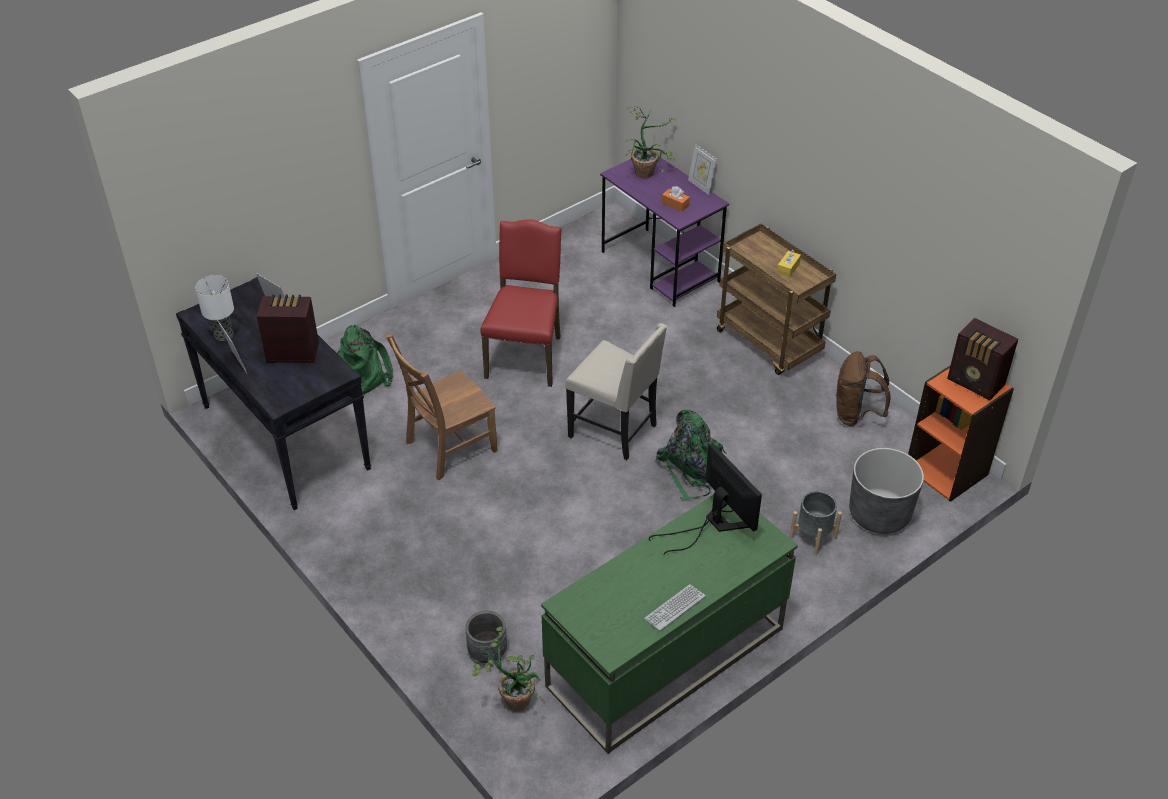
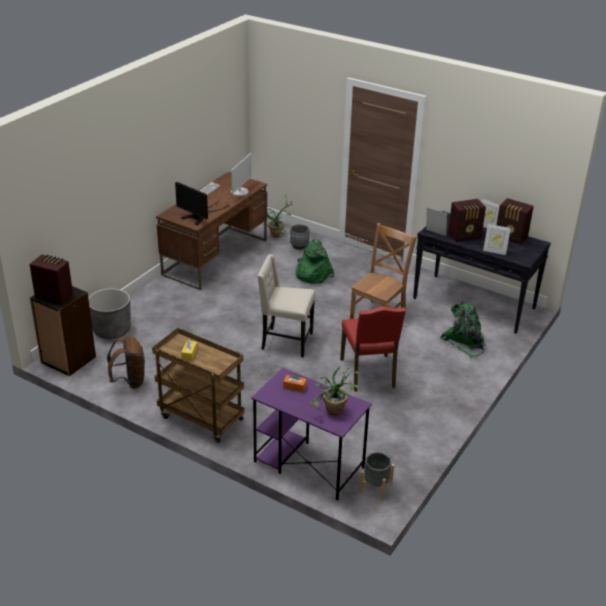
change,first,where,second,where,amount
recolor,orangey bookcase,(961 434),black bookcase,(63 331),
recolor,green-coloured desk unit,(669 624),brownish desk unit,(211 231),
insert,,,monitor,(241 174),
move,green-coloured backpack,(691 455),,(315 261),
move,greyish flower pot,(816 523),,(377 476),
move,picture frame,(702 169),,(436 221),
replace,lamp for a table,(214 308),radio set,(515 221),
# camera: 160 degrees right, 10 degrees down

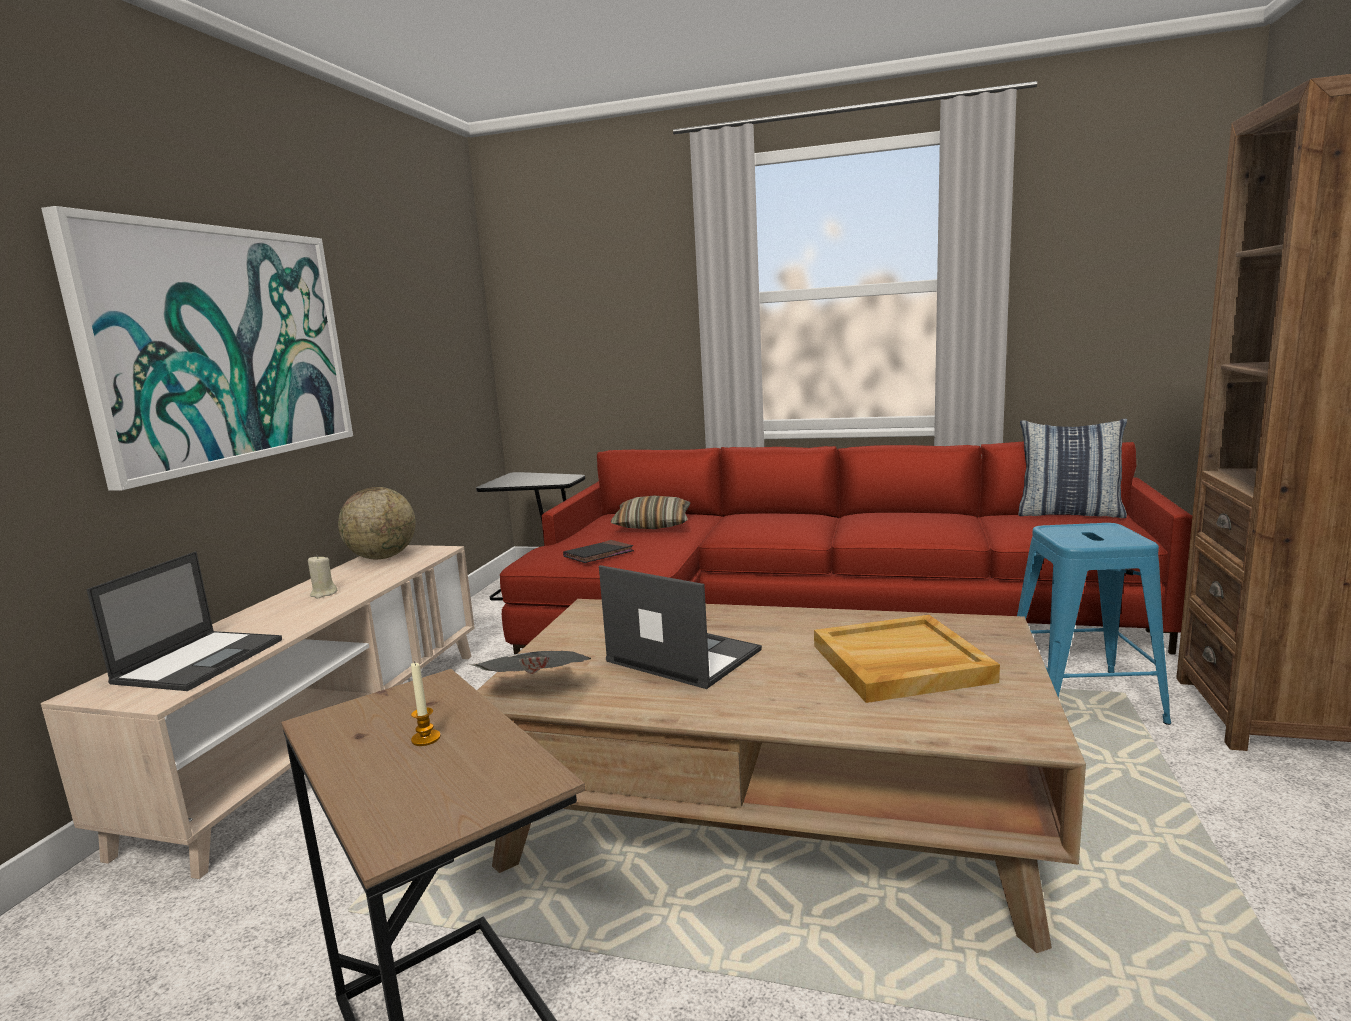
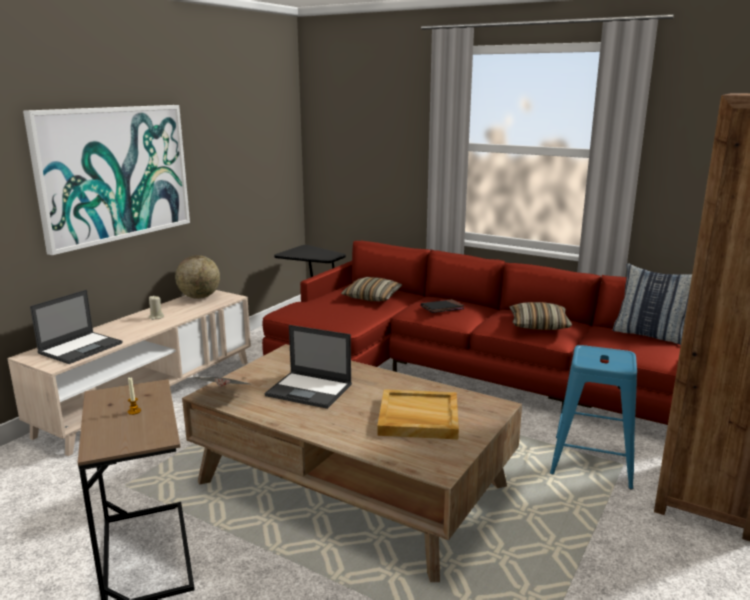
change,first,where,second,where,amount
rotate,notebook computer,(680 627),,(308 367),150 degrees clockwise
move,black bound book,(598 551),,(442 306),
insert,,,cushion,(541 316),
# camera: 15 degrees right, 5 degrees up

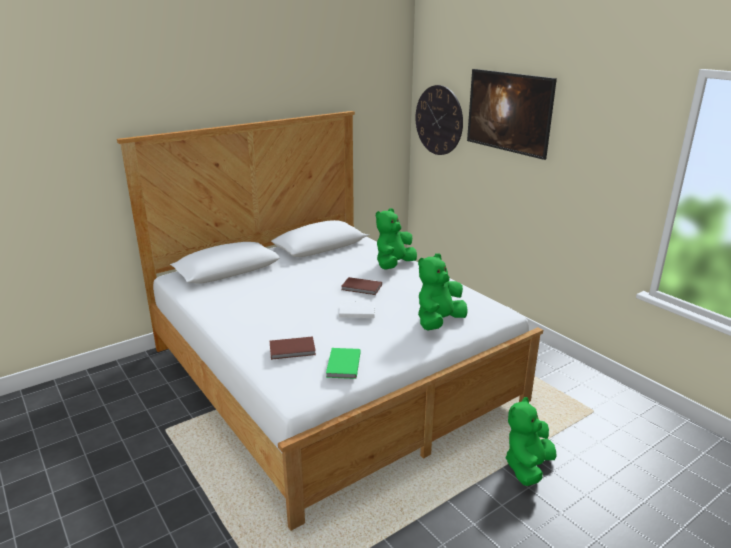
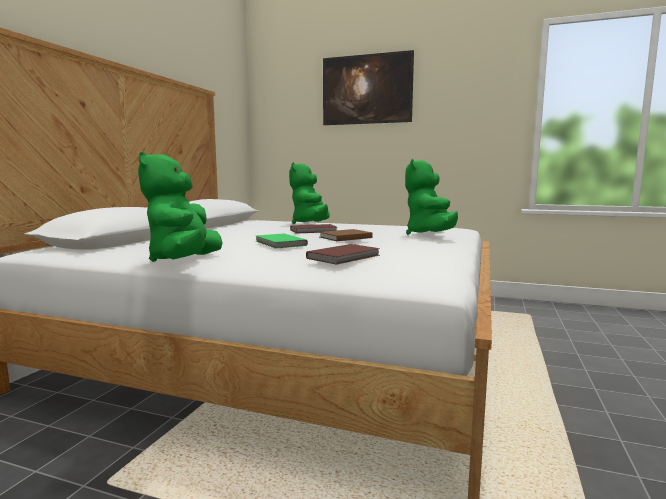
change,first,where,second,where,amount
move,green-coloured cuddly toy,(531 441),,(180 207),
move,green-coloured bound book,(343 363),,(282 241),
recolor,whitish bound book,(357 309),brownish bound book,(346 235),
delete,wall clock,(439 120),,,
# camera: 35 degrees left, 15 degrees down

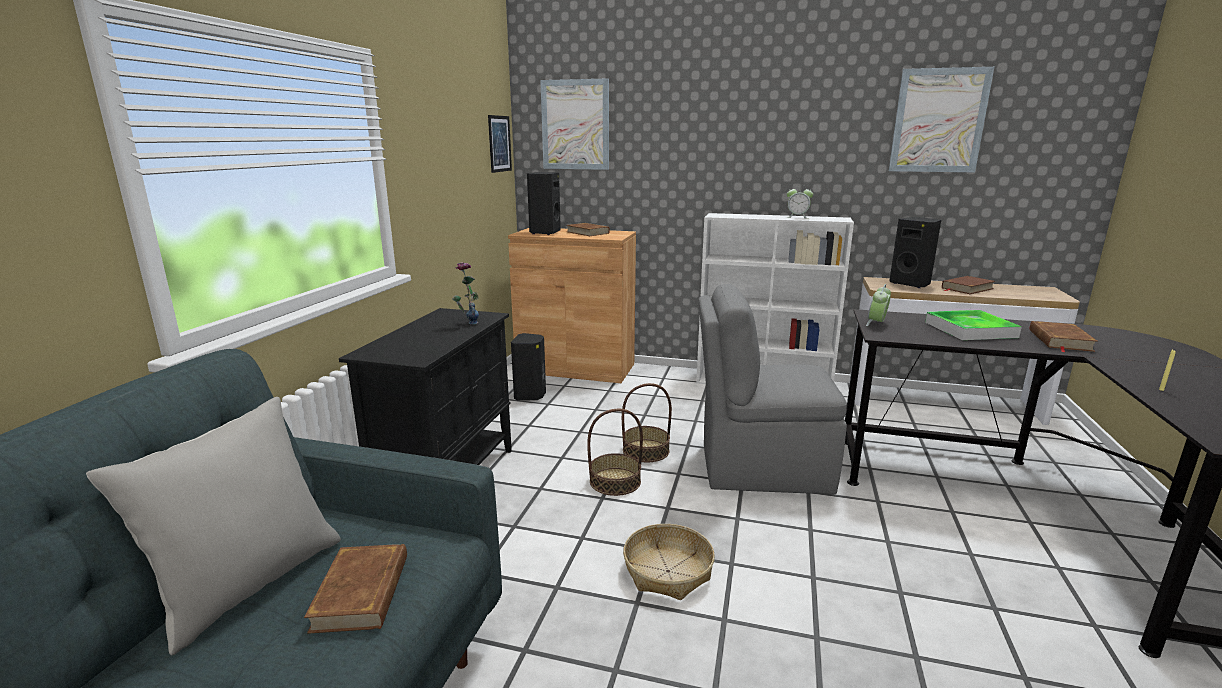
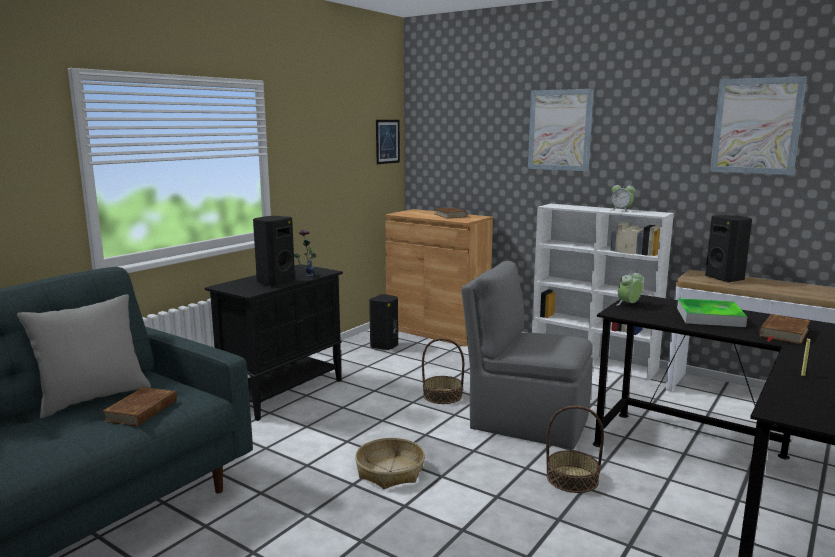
change,first,where,second,where,amount
move,black audio speaker,(544 203),,(274 251),
move,wall art,(574 124),,(561 130),
move,household basket,(615 452),,(575 449),
delete,brownish bound book,(968 285),,,
# camera: 20 degrees right, 5 degrees down

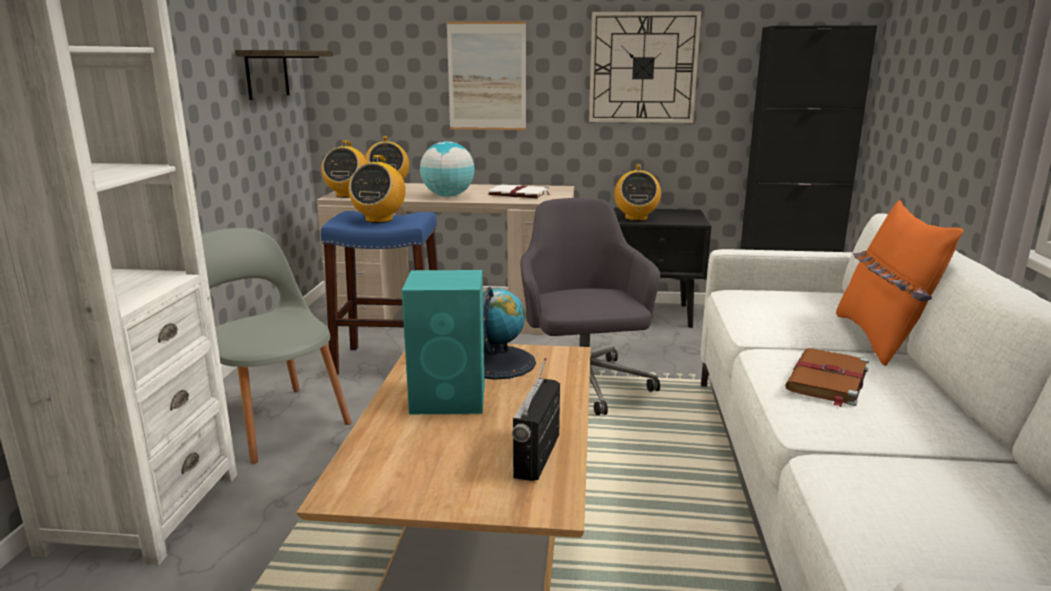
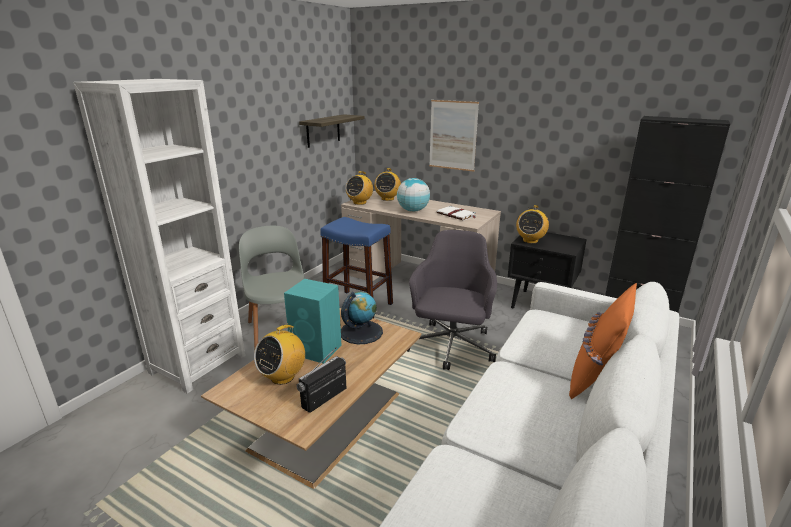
change,first,where,second,where,amount
move,radio set,(377 189),,(279 354),
delete,wall clock,(645 67),,,
delete,brownish bound book,(827 377),,,
# camera: 25 degrees right, 5 degrees up

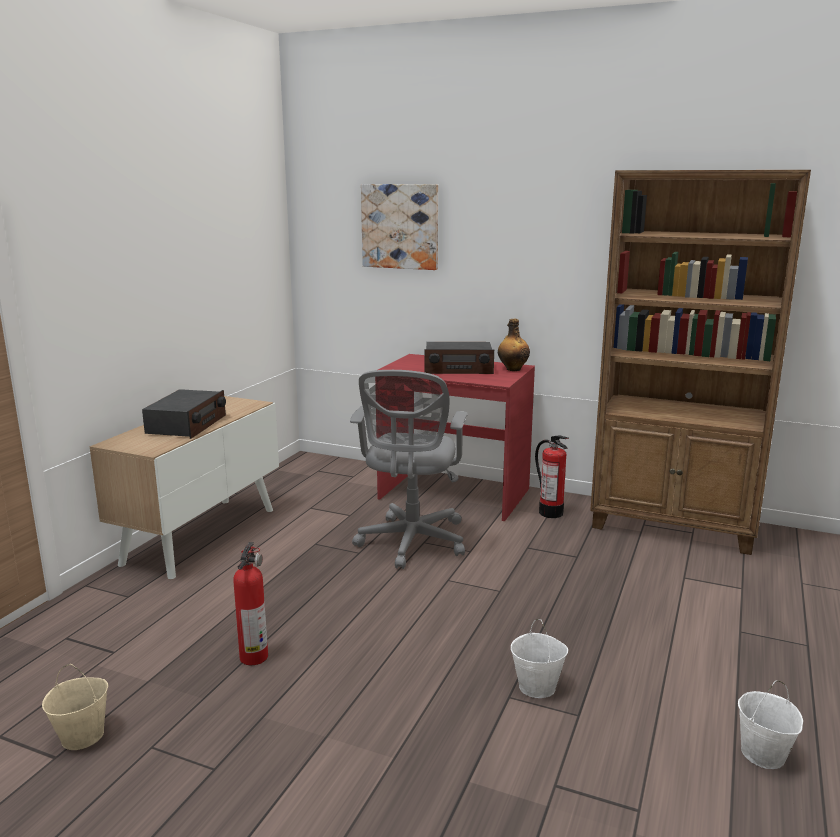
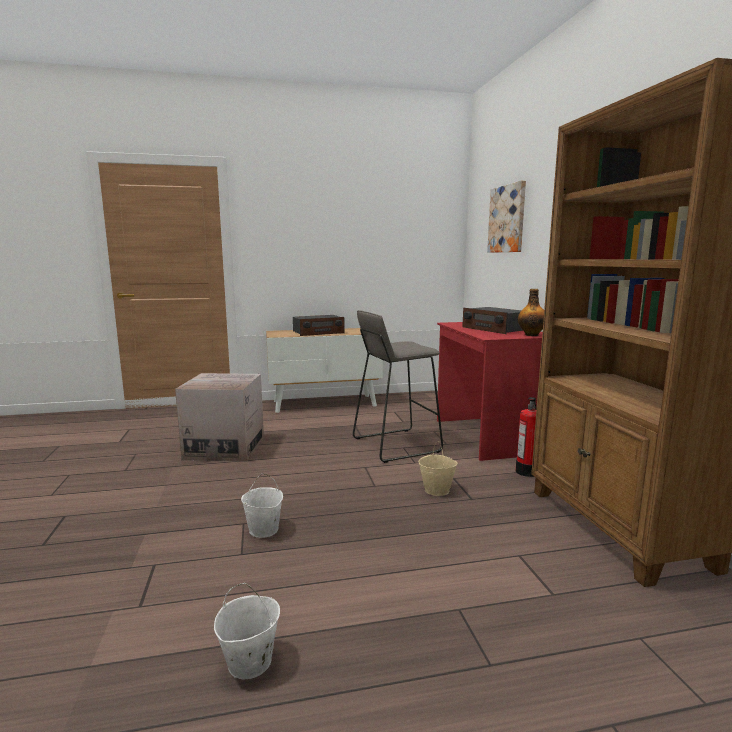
change,first,where,second,where,amount
replace,extinguisher,(250 603),packing box,(219 417),
replace,greyish office chair,(409 469),greyish stool seat,(398 386),
move,sand-coloured water bucket,(75 707),,(438 468),
# camera: 55 degrees right, 5 degrees down

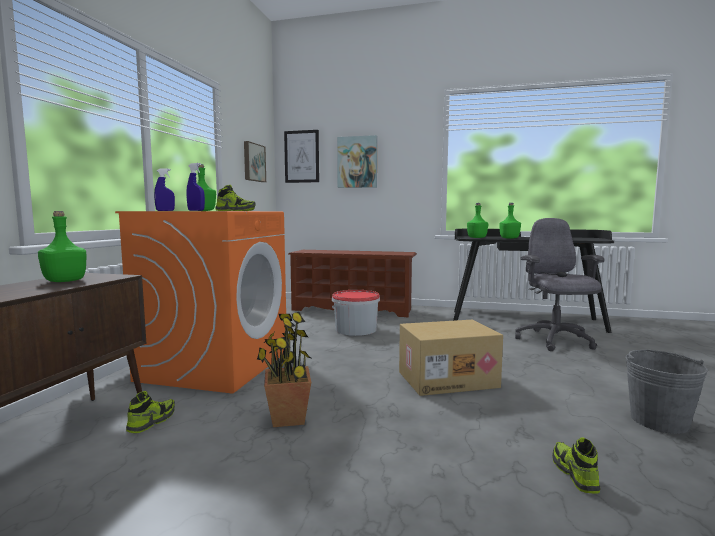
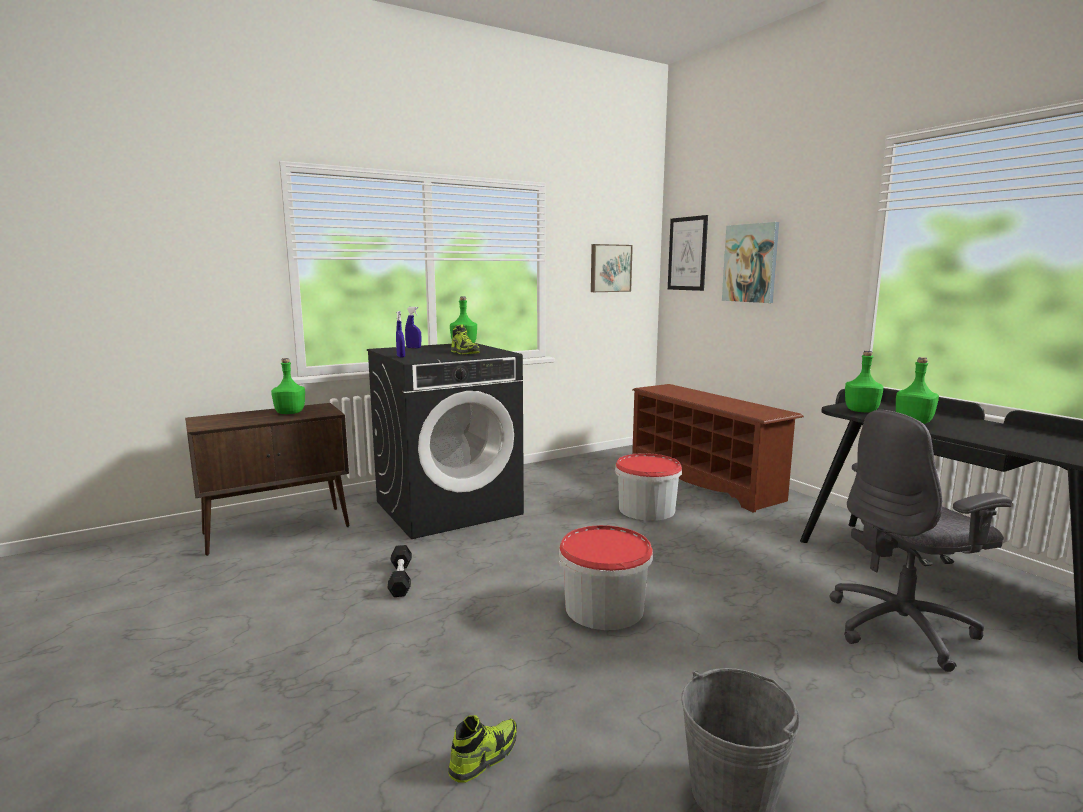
change,first,where,second,where,amount
recolor,orangey laundry machine,(200 302),black laundry machine,(445 441),
replace,plant in a pot,(284 369),black hand weight,(399 571),
replace,packing box,(451 357),water bucket,(606 577),
rotate,greyish office chair,(559 284),,(920 541),150 degrees counterclockwise
delete,low shoe,(150 412),,,
# camera: 45 degrees right, 5 degrees up

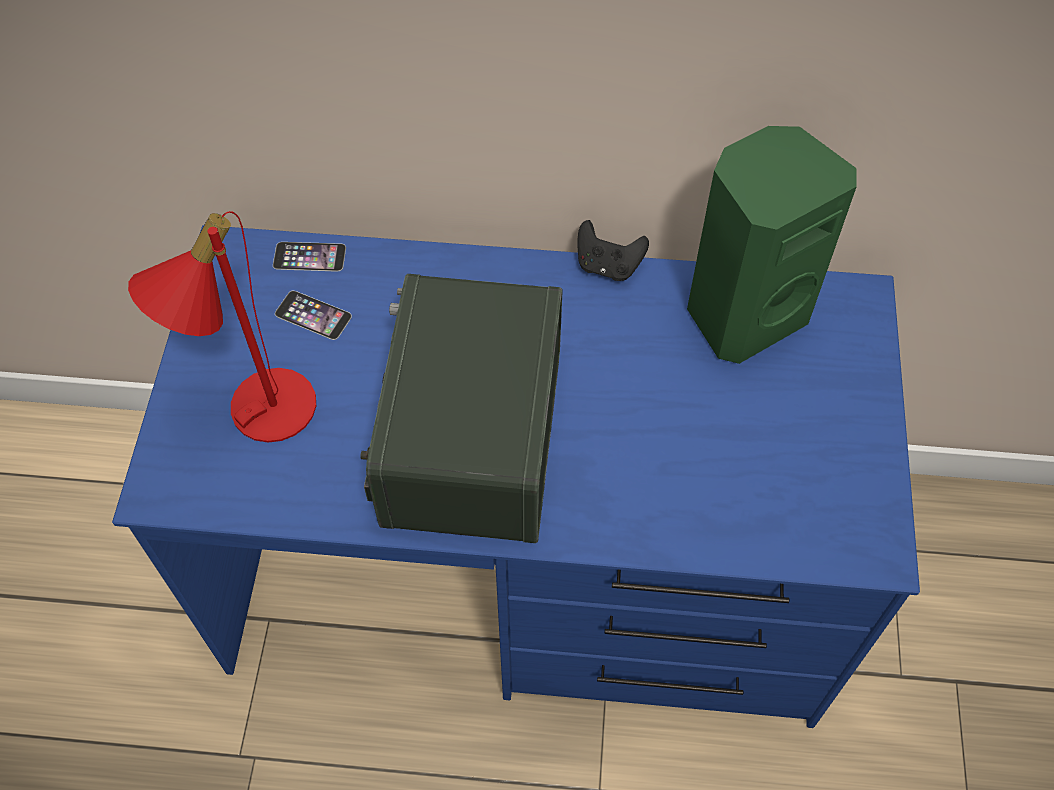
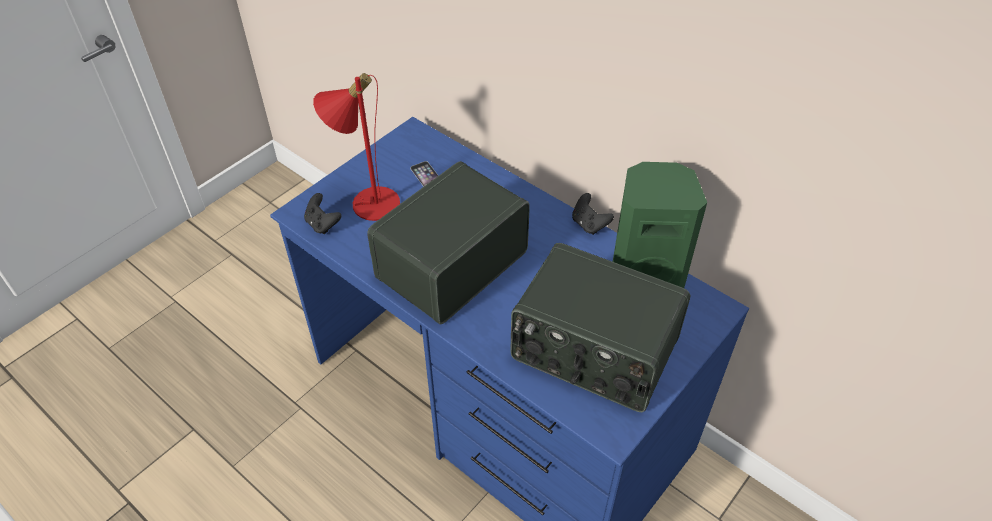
change,first,where,second,where,amount
insert,,,black game controller,(323 213),
insert,,,radio set,(600 327),
delete,telephone,(309 257),,,
# camera: 35 degrees right, 10 degrees down

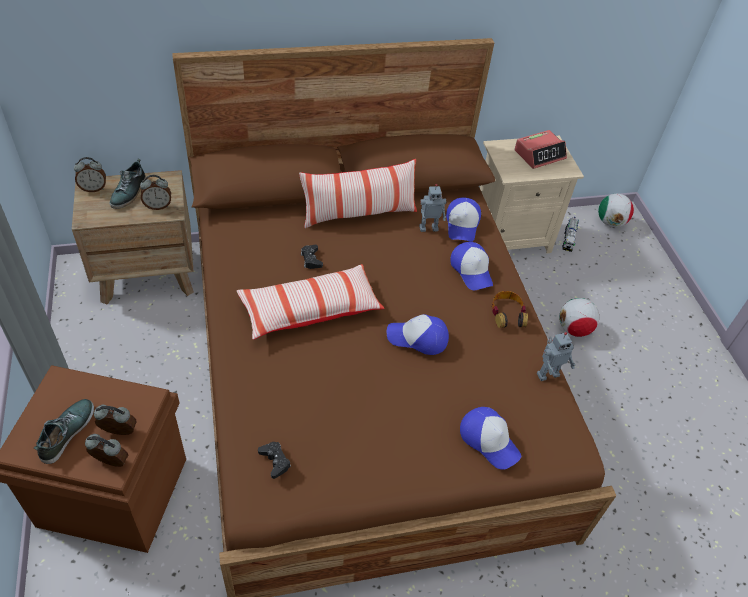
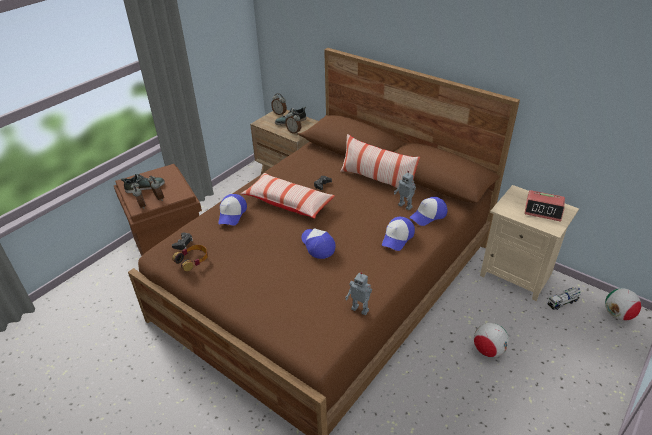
change,first,where,second,where,amount
move,pair of headphones,(510 309),,(190 258),
move,cap,(490 438),,(232 210),
# camera: 55 degrees right, 10 degrees down

